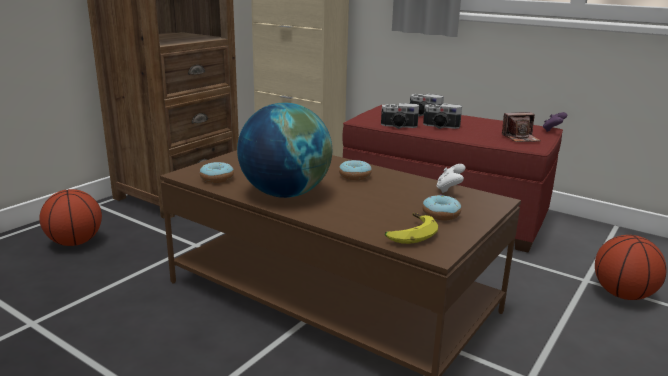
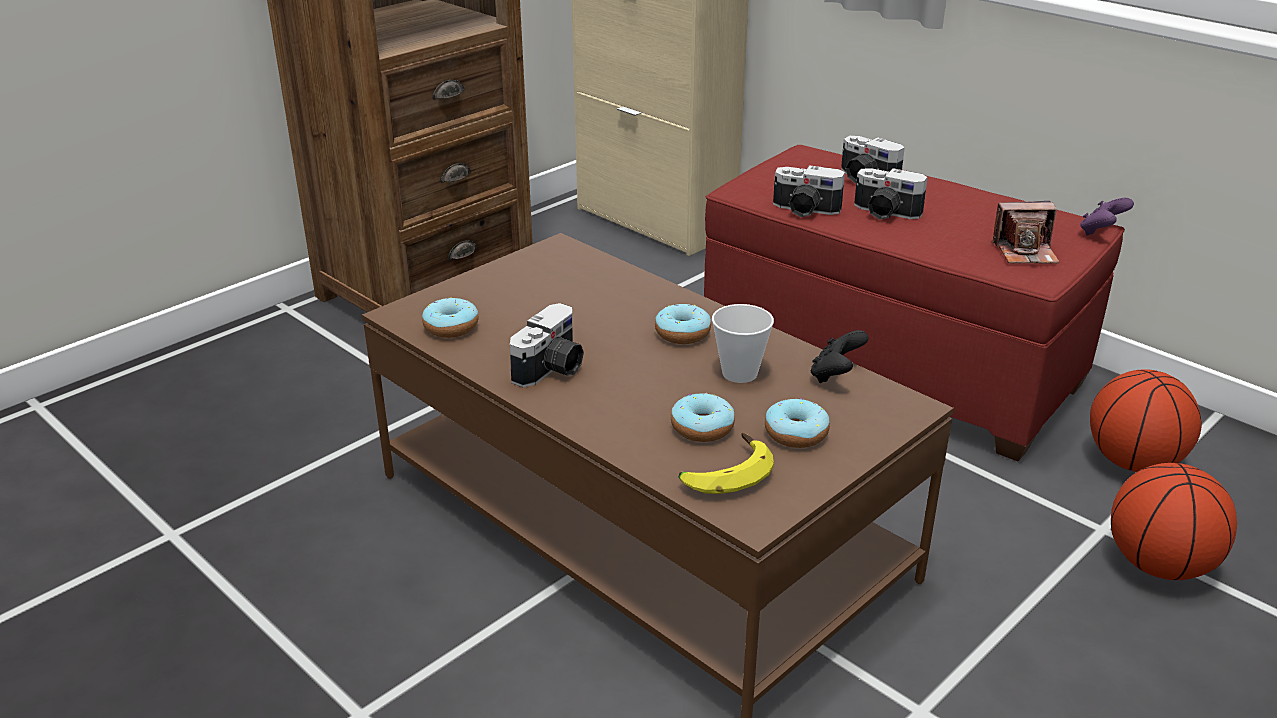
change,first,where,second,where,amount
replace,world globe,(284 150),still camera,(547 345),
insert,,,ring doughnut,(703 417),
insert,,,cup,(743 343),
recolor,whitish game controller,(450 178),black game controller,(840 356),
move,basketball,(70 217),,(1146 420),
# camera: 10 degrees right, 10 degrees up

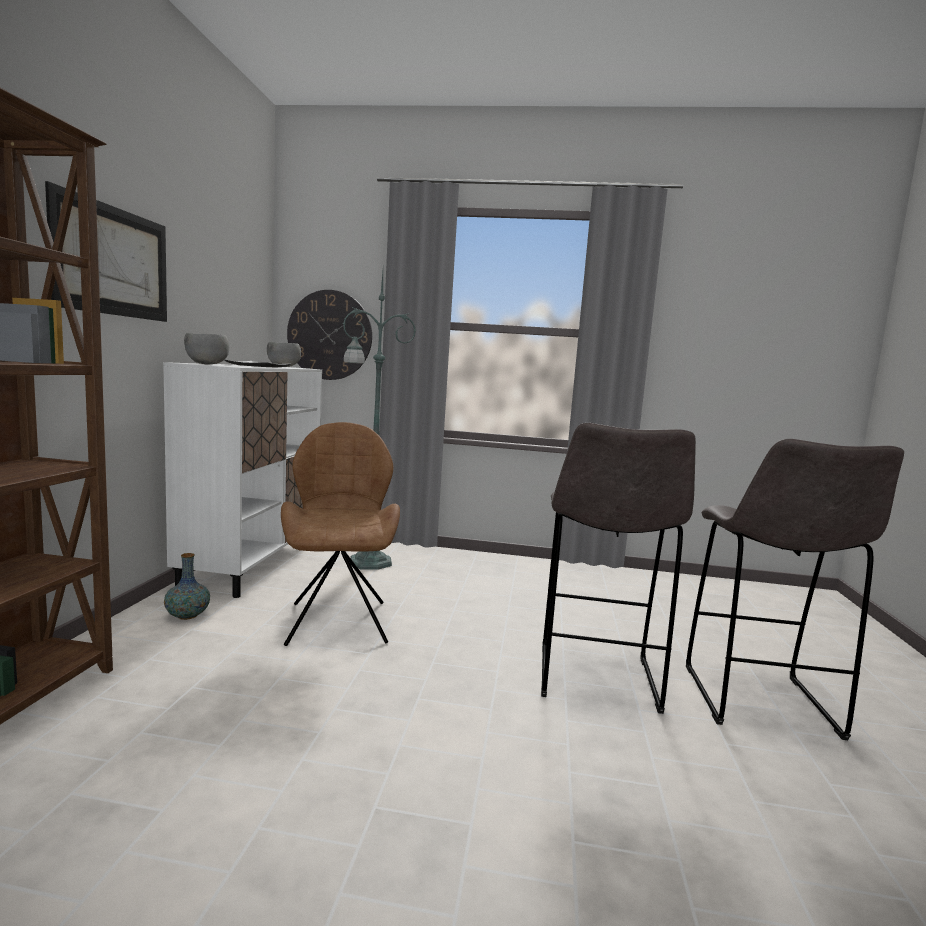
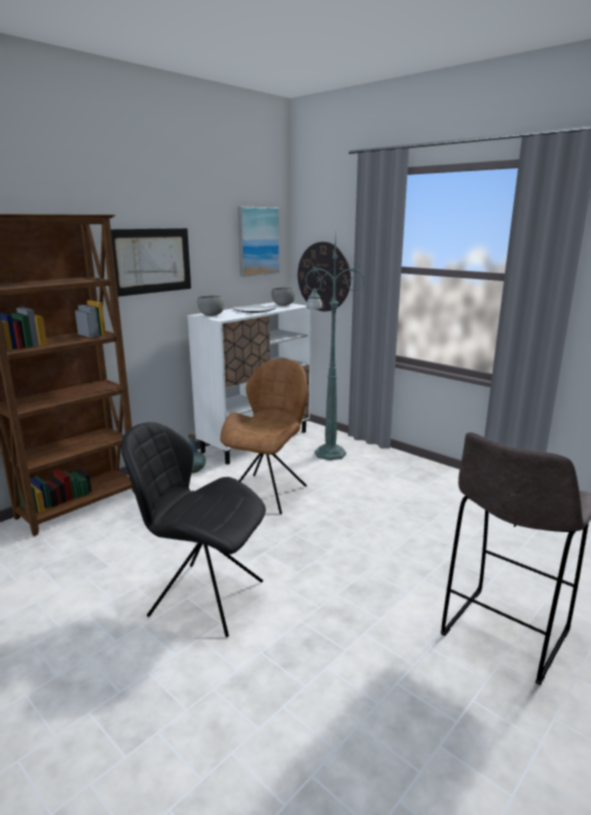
change,first,where,second,where,amount
insert,,,black chair,(193 529),
insert,,,wall art,(259 242),
delete,greyish stool seat,(618 568),,,
# camera: 35 degrees right, 10 degrees up

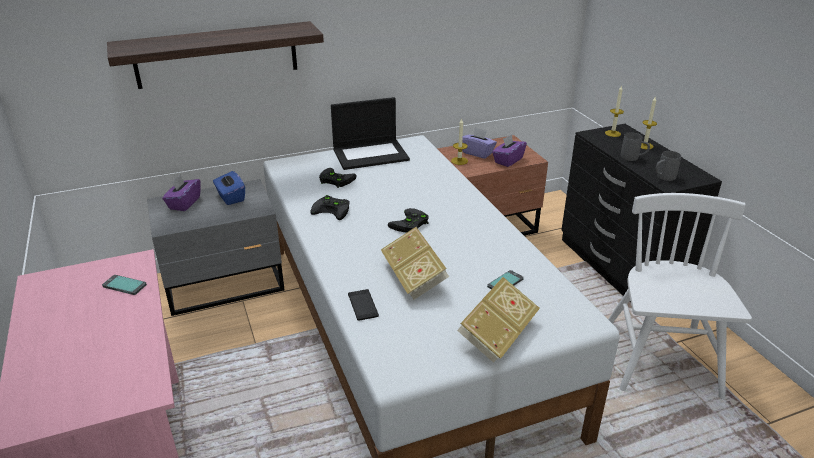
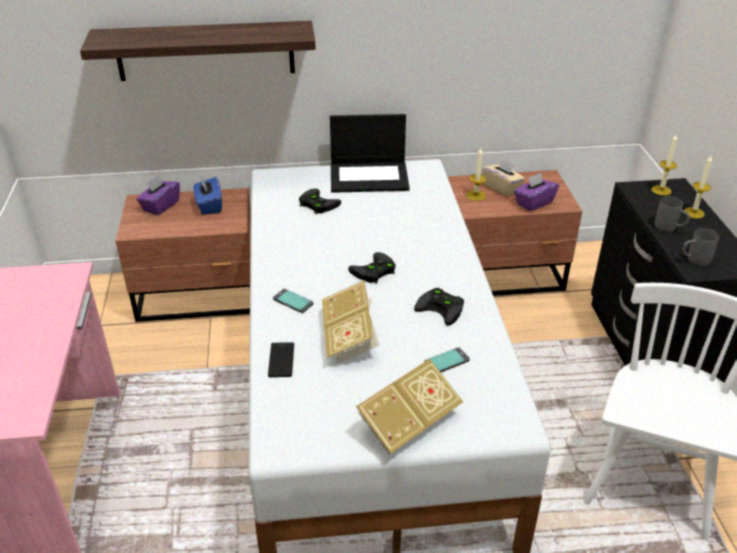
change,first,where,second,where,amount
recolor,greyish nightstand,(216 247),brownish nightstand,(183 255),
move,telephone,(124 285),,(293 301),
move,black game controller,(329 207),,(439 307),
recolor,purple tissue holder,(479 143),sand-coloured tissue holder,(503 177),
# camera: 15 degrees right, 5 degrees up

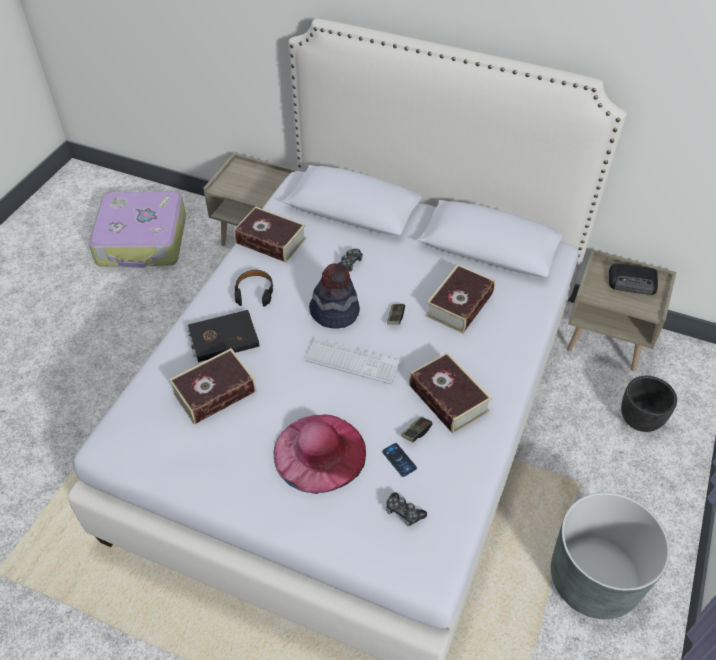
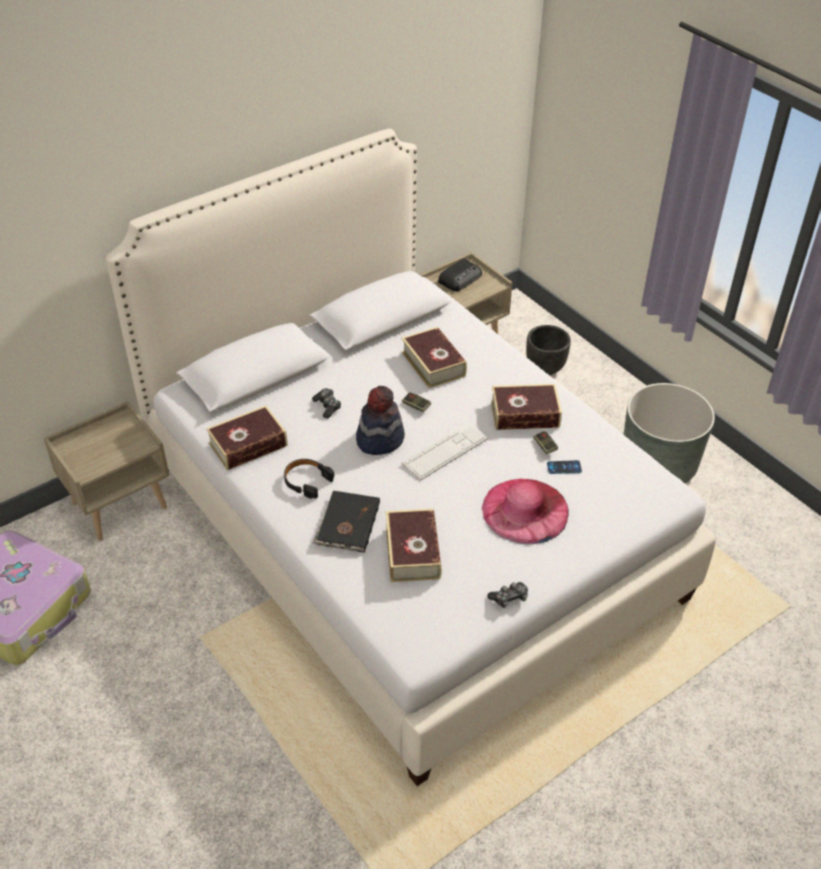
change,first,where,second,where,amount
move,game controller,(406 509),,(507 595),
# camera: 60 degrees left, 5 degrees down

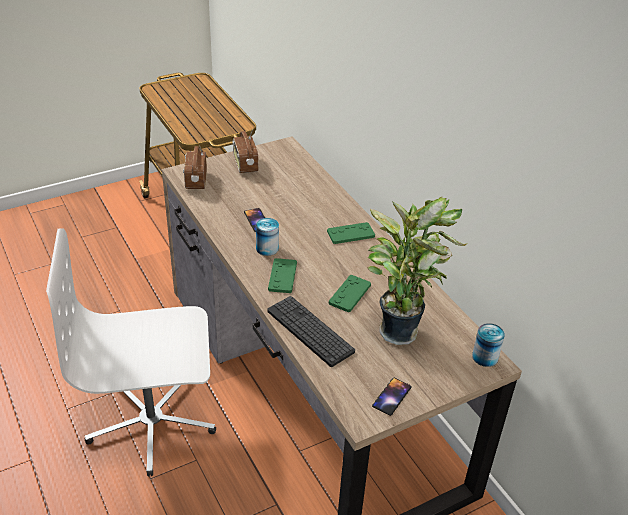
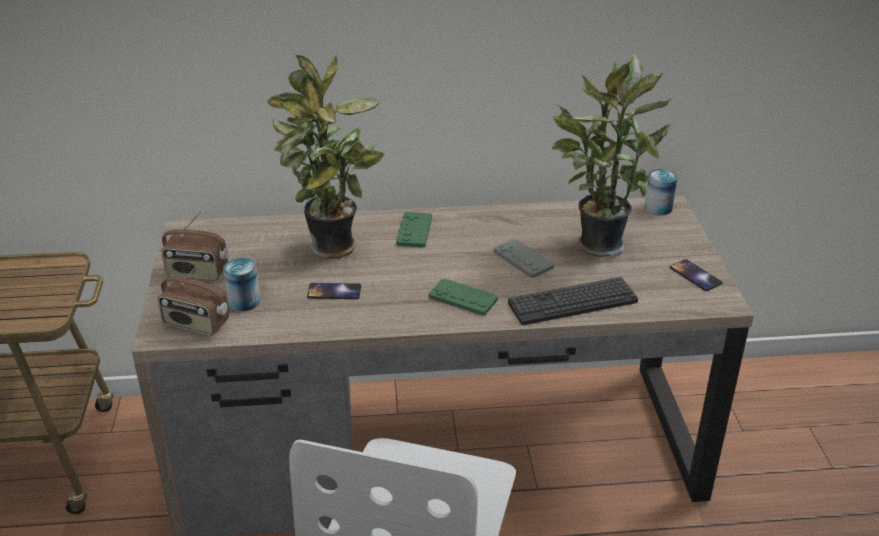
change,first,where,second,where,amount
move,can,(267 237),,(242 284),
insert,,,plant in a pot,(325 156),
recolor,green-coloured game controller,(350 294),greyish game controller,(524 258),
# camera: 65 degrees left, 5 degrees down

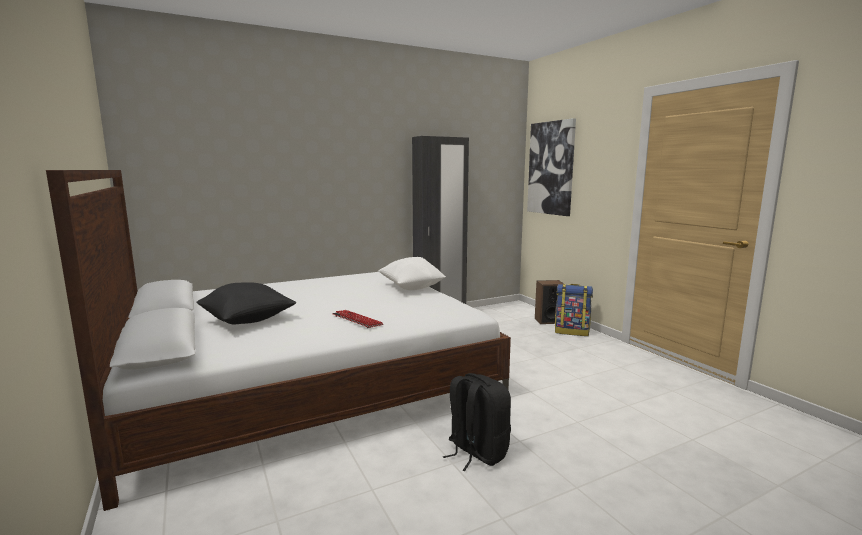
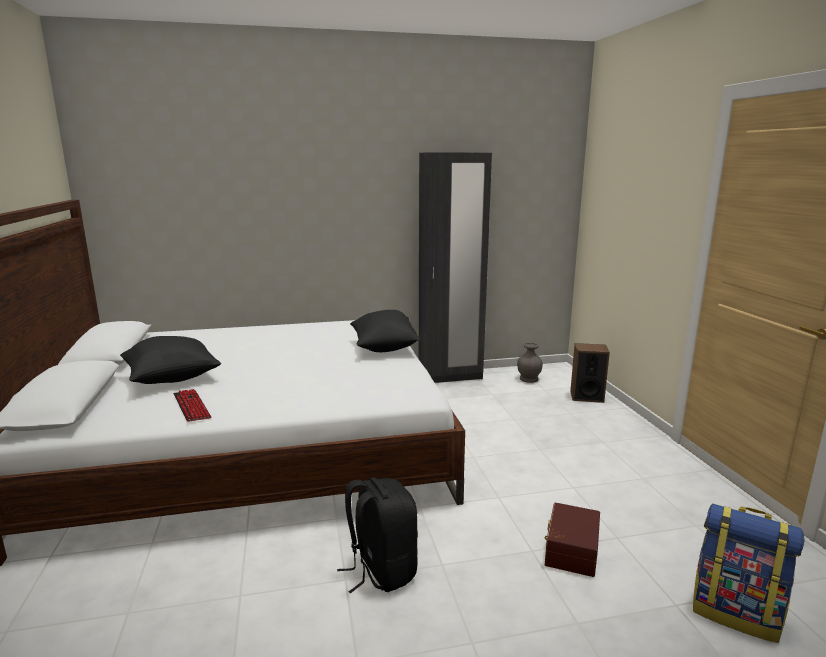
change,first,where,second,where,amount
move,PC keyboard,(357 319),,(192 405),
recolor,whitish cushion,(412 273),black cushion,(385 331),
insert,,,greyish decorative vase,(530 363),
insert,,,brownish storage box,(572 540),
move,backpack,(574 310),,(749 573),
delete,wall art,(551 167),,,
# camera: 15 degrees right, 5 degrees up

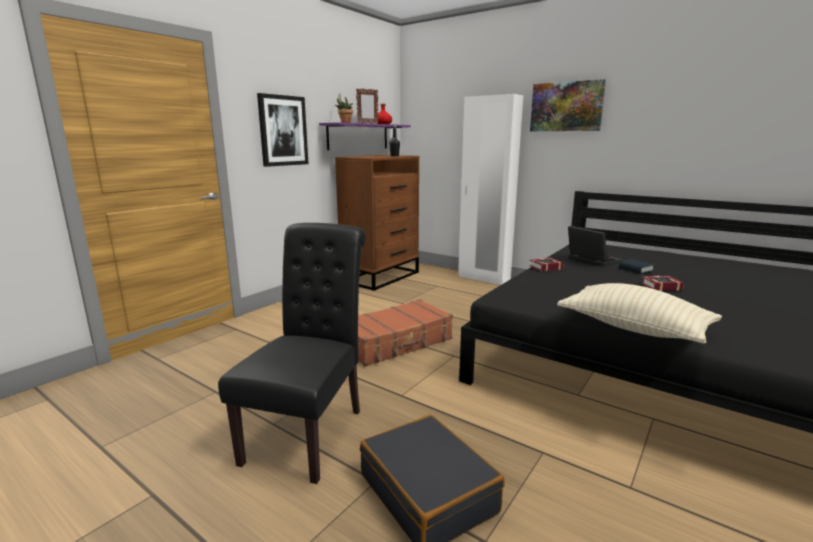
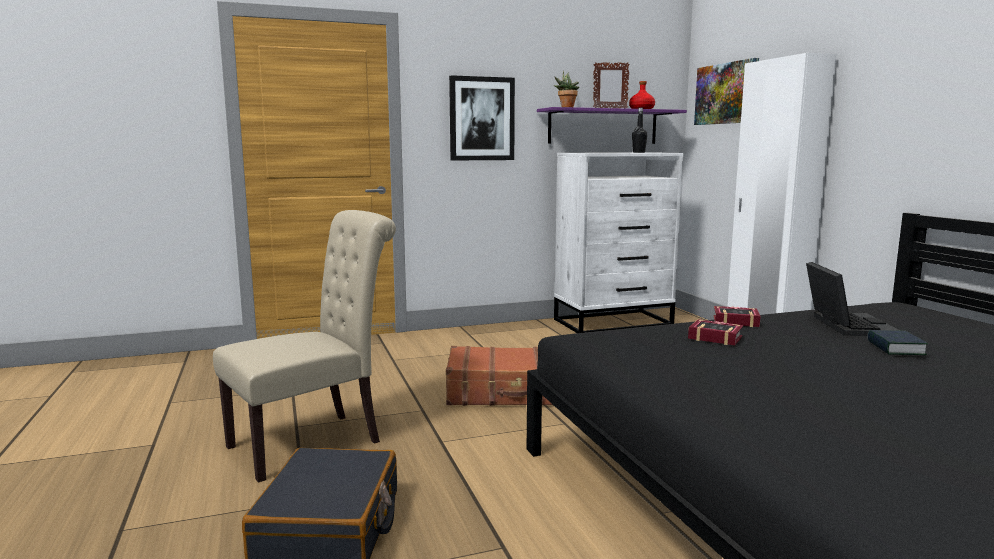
change,first,where,second,where,amount
recolor,black chair,(292 353),sand-coloured chair,(304 346),
recolor,brownish chest of drawers,(377 223),whitish chest of drawers,(618 242),
move,bound book,(662 283),,(715 332),
move,wall art,(568 105),,(726 91),
delete,sand-coloured cushion,(639 313),,,
# camera: 35 degrees right, 5 degrees down

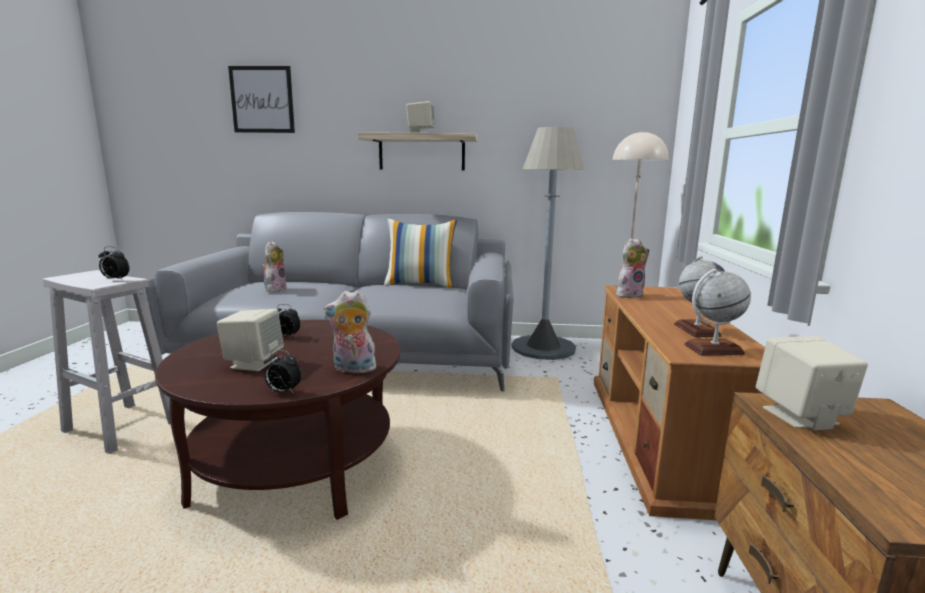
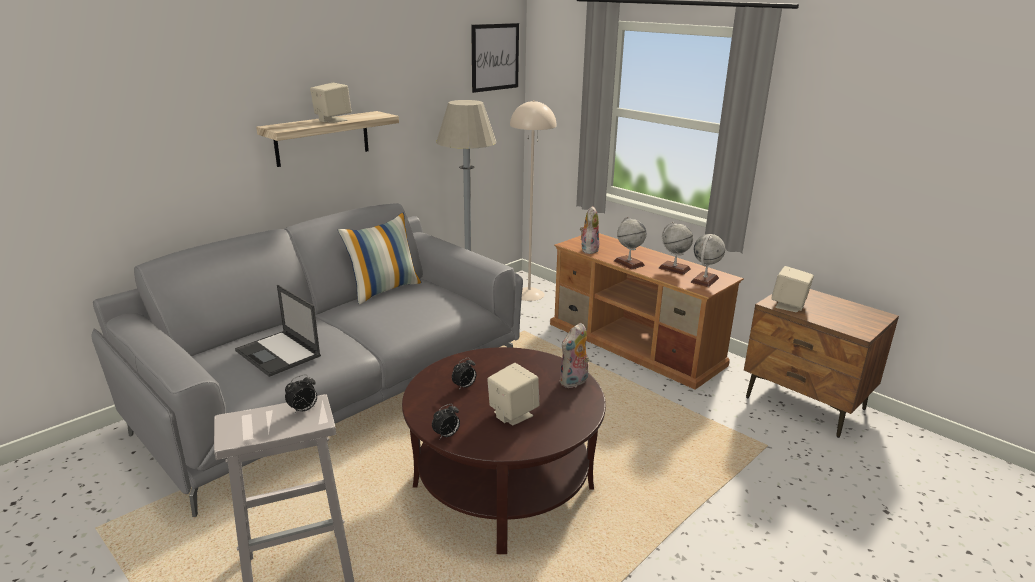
change,first,where,second,where,amount
replace,cuddly toy,(274 266),notebook computer,(278 331),
move,bedside clock,(283 371),,(446 421),
move,wall art,(261 99),,(495 58),
insert,,,world globe,(630 243),
# camera: 50 degrees left, 10 degrees up

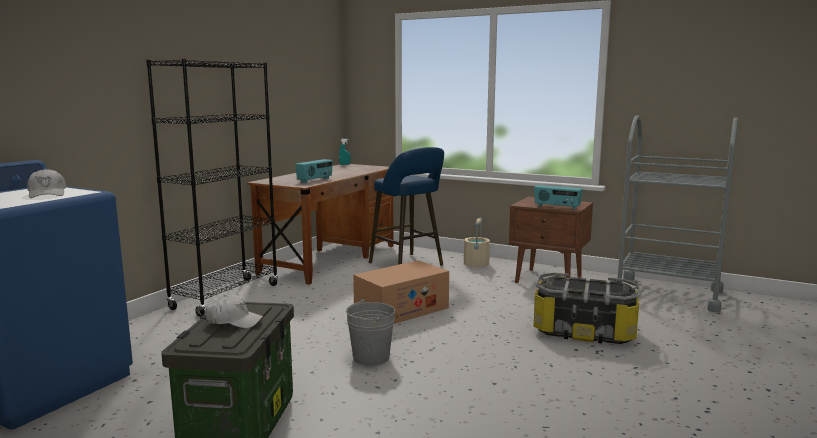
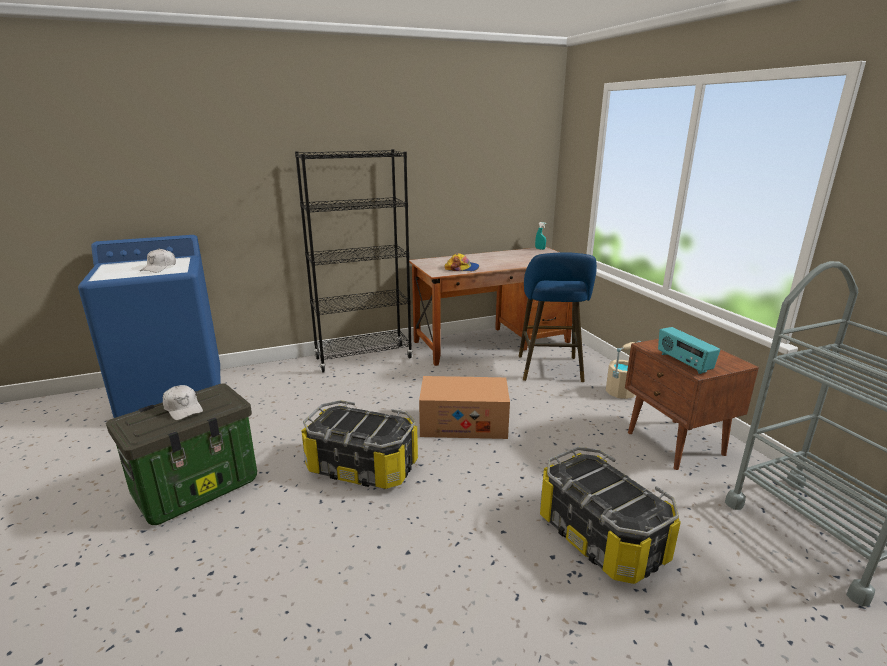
change,first,where,second,where,amount
replace,greyish water bucket,(370 332),storage box,(359 444),
replace,radio set,(314 171),cap,(461 262),
# camera: 40 degrees right, 10 degrees up

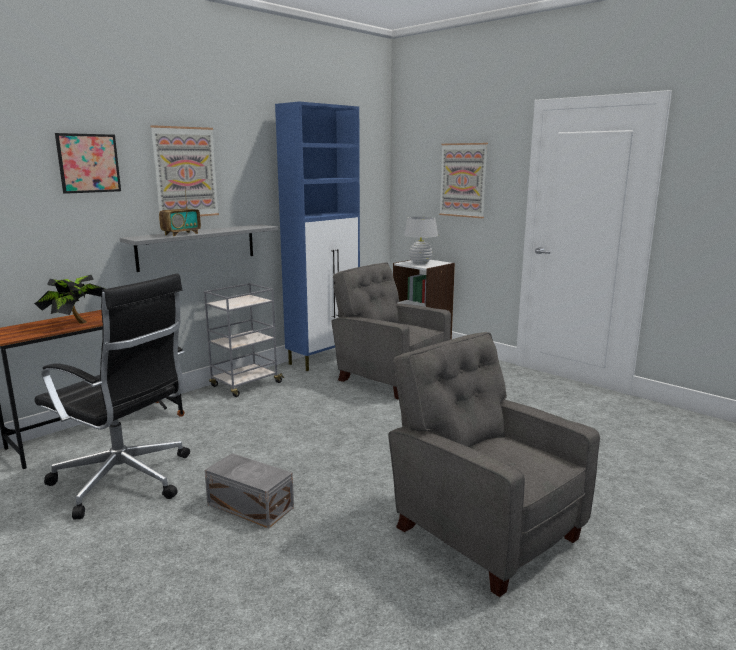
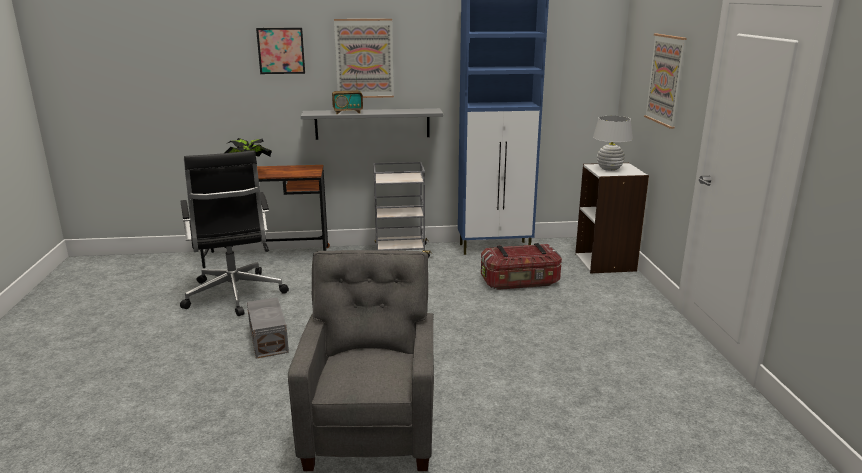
change,first,where,second,where,amount
replace,greyish lounge chair,(391 331),storage box,(521 266),
# camera: 40 degrees right, 5 degrees up

